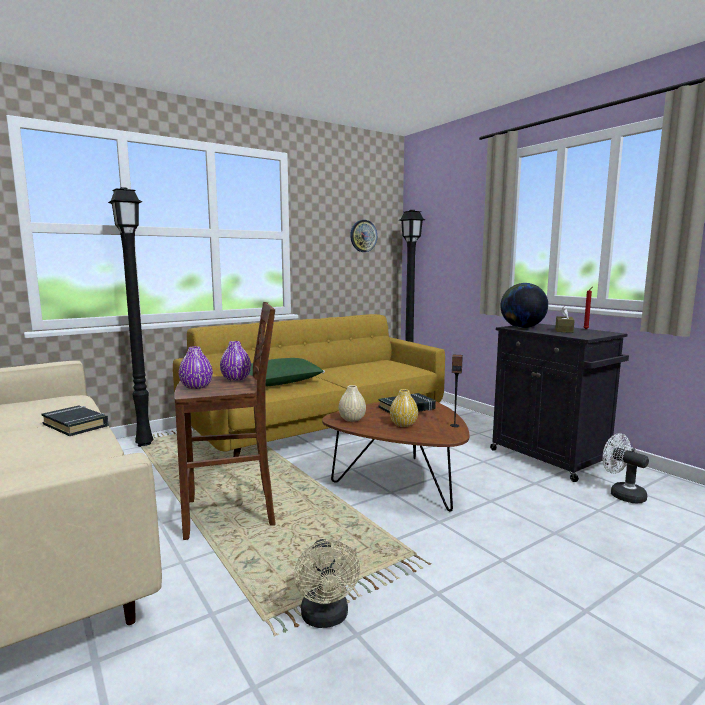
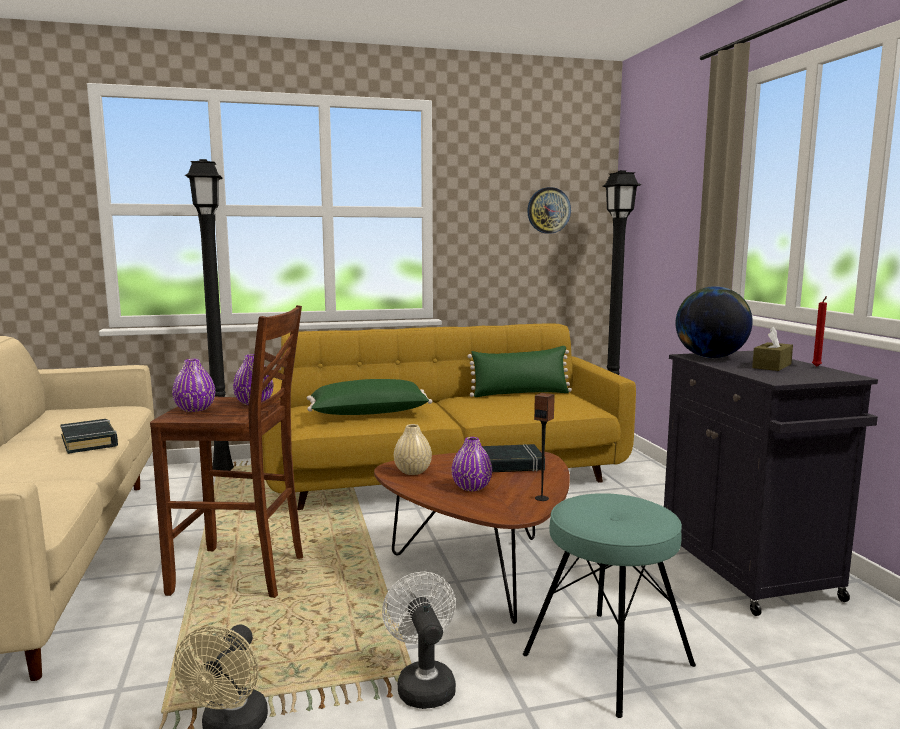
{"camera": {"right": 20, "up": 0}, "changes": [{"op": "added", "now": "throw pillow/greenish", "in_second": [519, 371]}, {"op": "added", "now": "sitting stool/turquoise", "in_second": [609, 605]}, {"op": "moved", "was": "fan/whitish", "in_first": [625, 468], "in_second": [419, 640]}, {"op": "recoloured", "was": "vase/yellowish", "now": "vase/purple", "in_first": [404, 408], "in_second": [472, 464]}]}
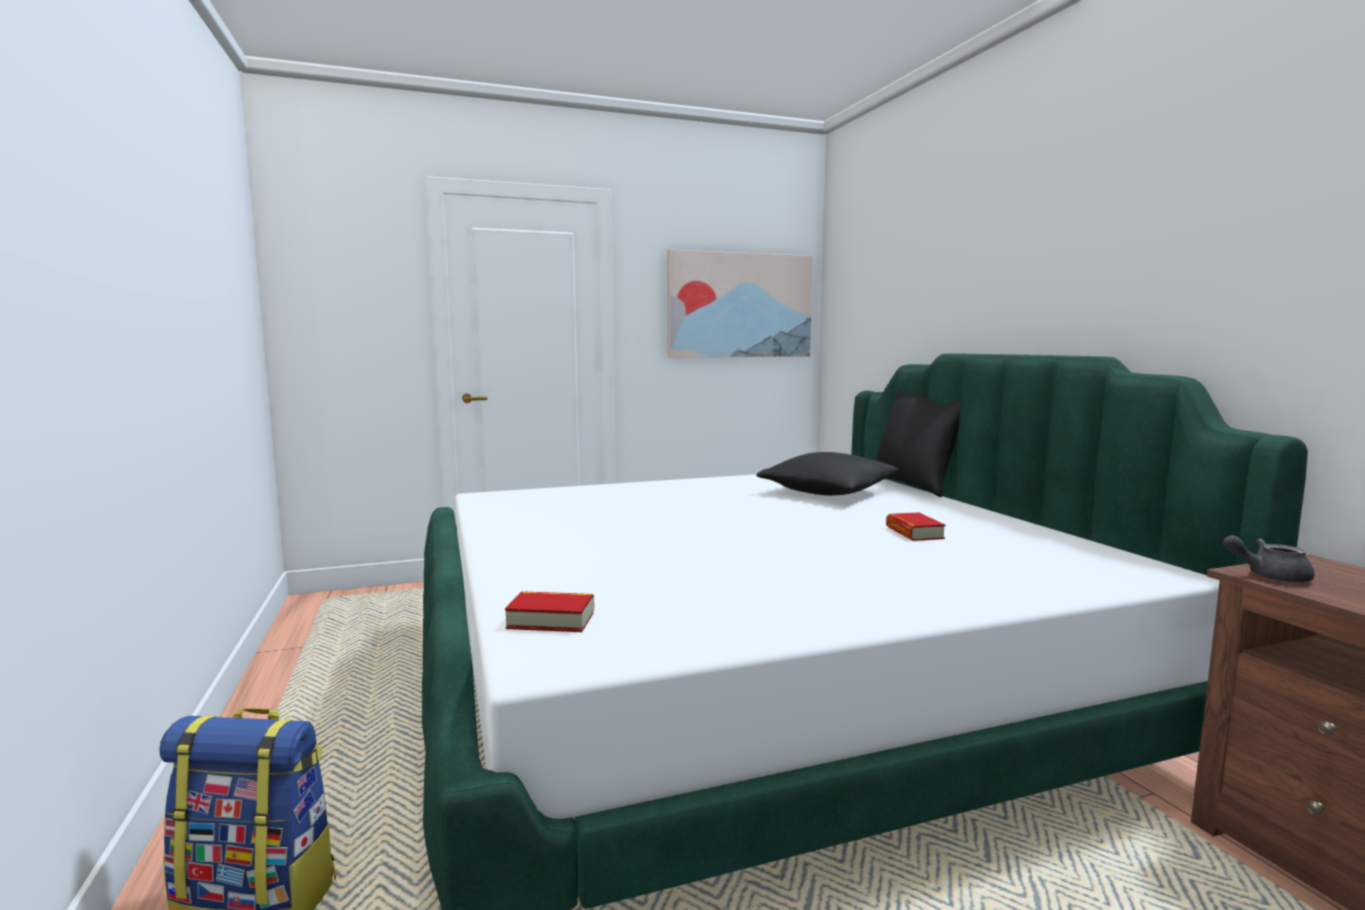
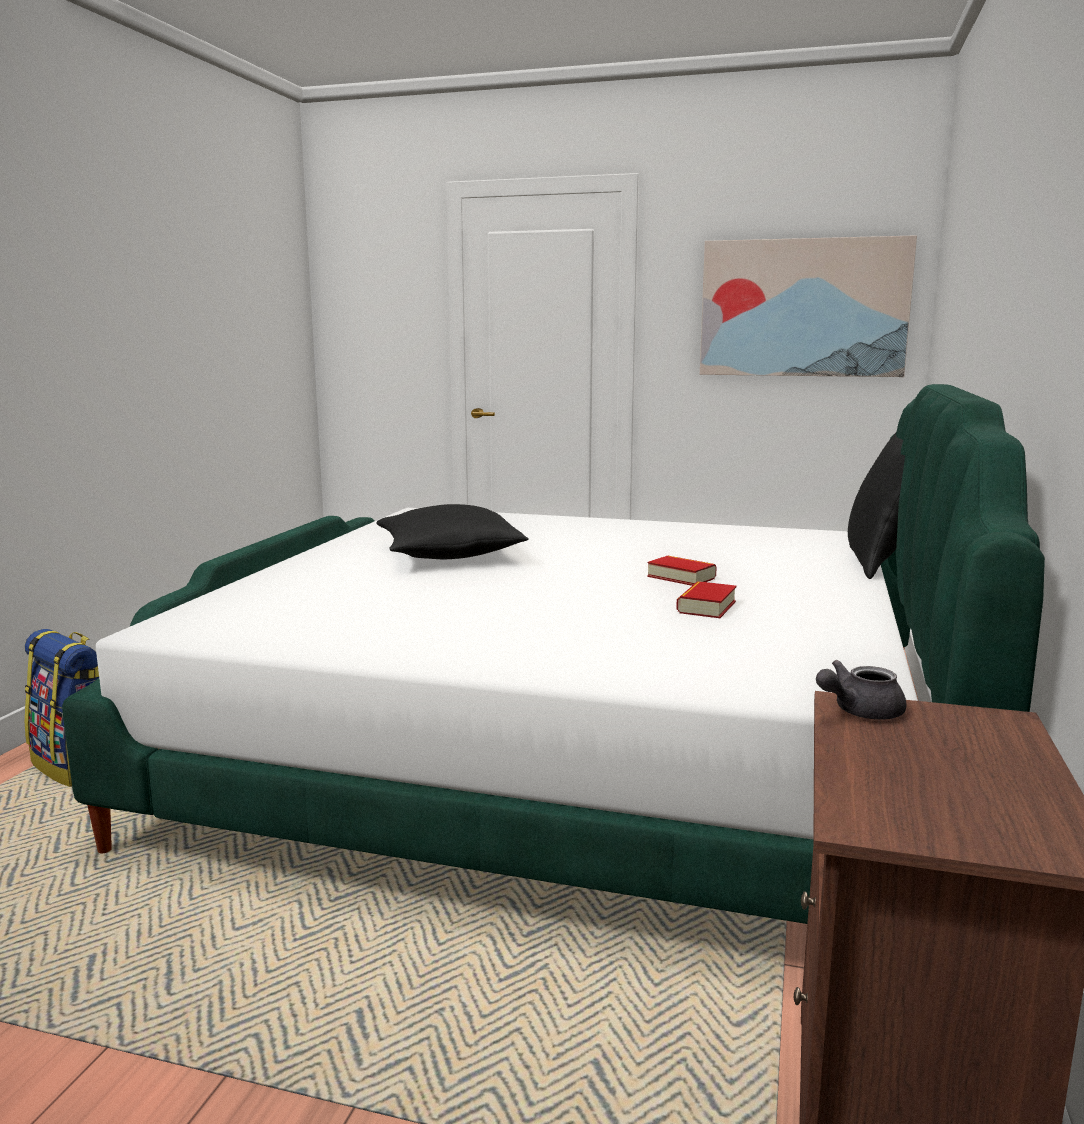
{"camera": {"right": 35, "up": 5}, "changes": [{"op": "moved", "was": "volume", "in_first": [549, 611], "in_second": [682, 571]}, {"op": "moved", "was": "throw pillow/blackish", "in_first": [828, 474], "in_second": [452, 531]}, {"op": "turned", "was": "tea pot/grey", "in_first": [1269, 559], "in_second": [861, 690], "clockwise": -75}]}
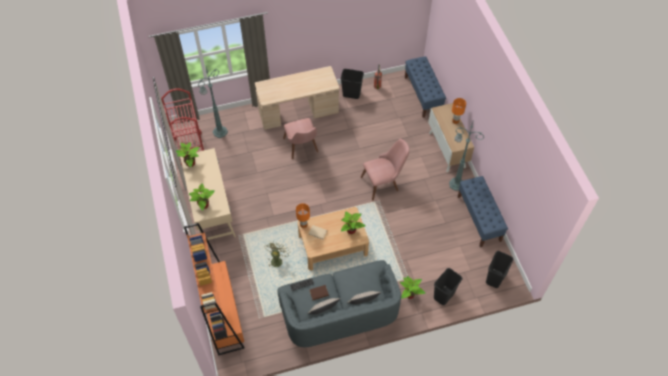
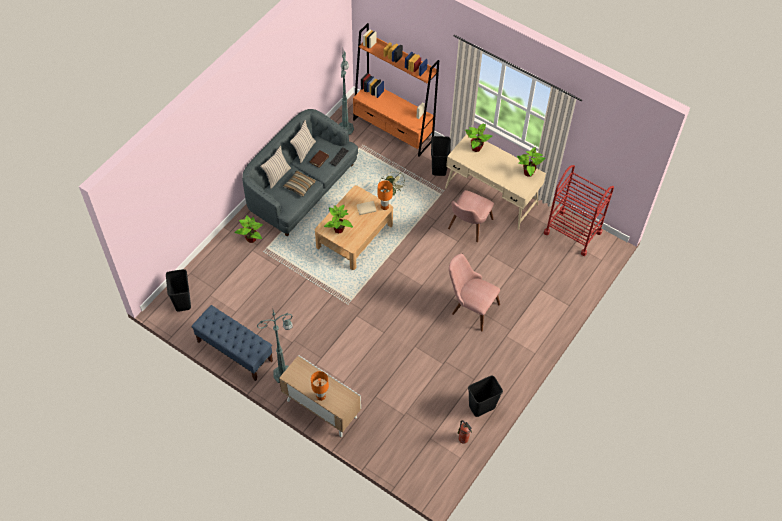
{"camera": {"right": 140, "up": 0}, "changes": [{"op": "removed", "was": "desk table/beige", "in_first": [297, 98]}, {"op": "removed", "was": "bench/blue", "in_first": [425, 87]}, {"op": "added", "now": "throw pillow", "in_second": [299, 183]}, {"op": "moved", "was": "standard lamp/greenish", "in_first": [213, 102], "in_second": [346, 93]}, {"op": "moved", "was": "upright chair/pink", "in_first": [385, 170], "in_second": [471, 216]}, {"op": "moved", "was": "waste bin/blackish", "in_first": [448, 286], "in_second": [441, 156]}]}
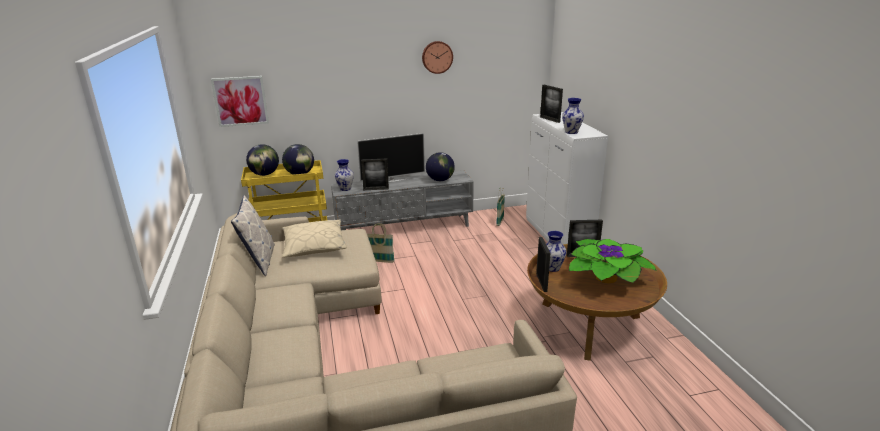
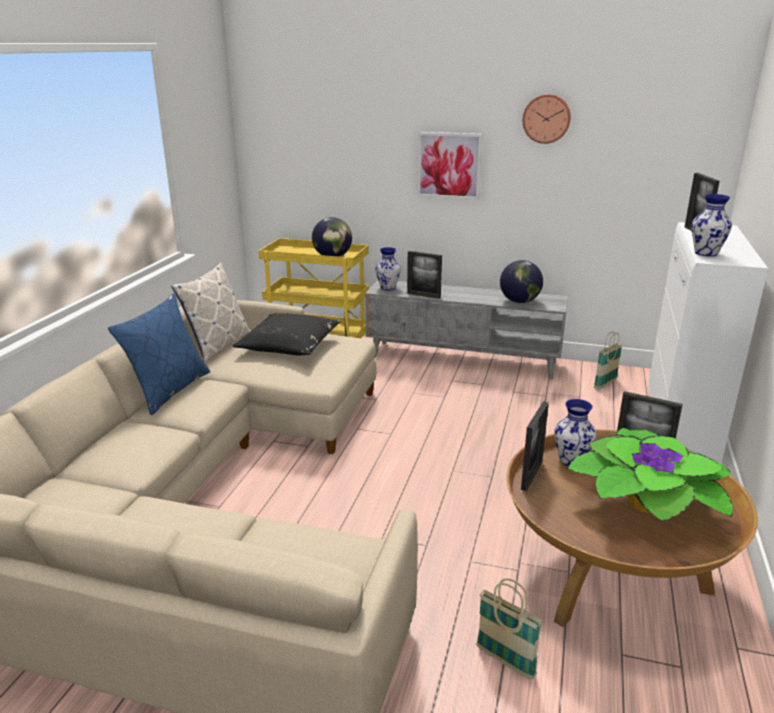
{"camera": {"right": 30, "up": 0}, "changes": [{"op": "removed", "was": "globe", "in_first": [262, 160]}, {"op": "removed", "was": "TV", "in_first": [391, 158]}, {"op": "added", "now": "throw pillow/blue", "in_second": [159, 354]}, {"op": "moved", "was": "picture", "in_first": [240, 101], "in_second": [450, 166]}, {"op": "moved", "was": "storage basket", "in_first": [381, 243], "in_second": [509, 629]}, {"op": "recoloured", "was": "throw pillow/beige", "now": "throw pillow/blackish", "in_first": [314, 238], "in_second": [286, 334]}]}
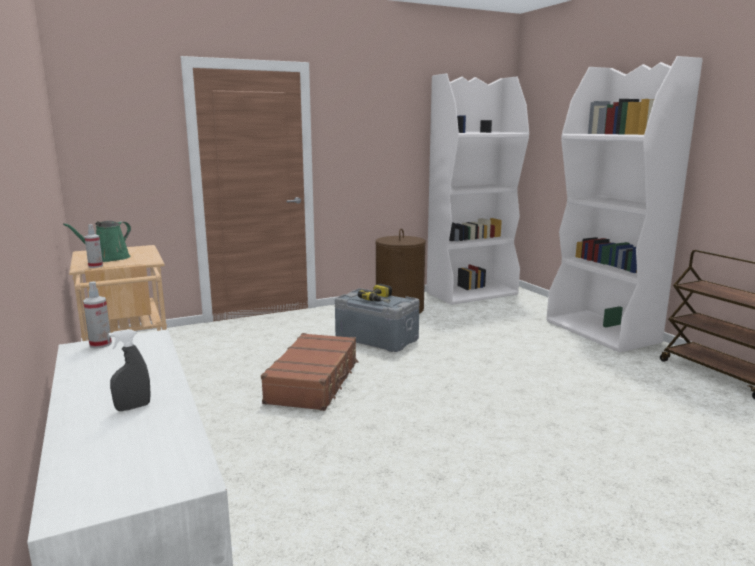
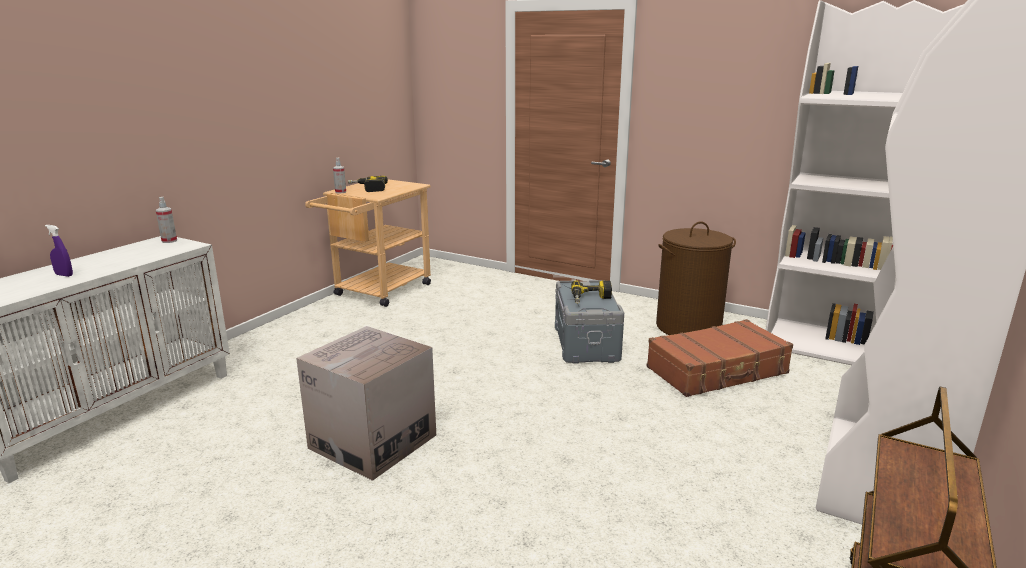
{"camera": {"right": 55, "up": 5}, "changes": [{"op": "added", "now": "carton", "in_second": [366, 403]}, {"op": "moved", "was": "travel case/brown", "in_first": [309, 372], "in_second": [720, 358]}, {"op": "replaced", "was": "watering pot/greenish", "now": "electric drill", "in_first": [97, 241], "in_second": [368, 184]}, {"op": "recoloured", "was": "sprayer/grey", "now": "sprayer/purple", "in_first": [130, 370], "in_second": [59, 251]}]}
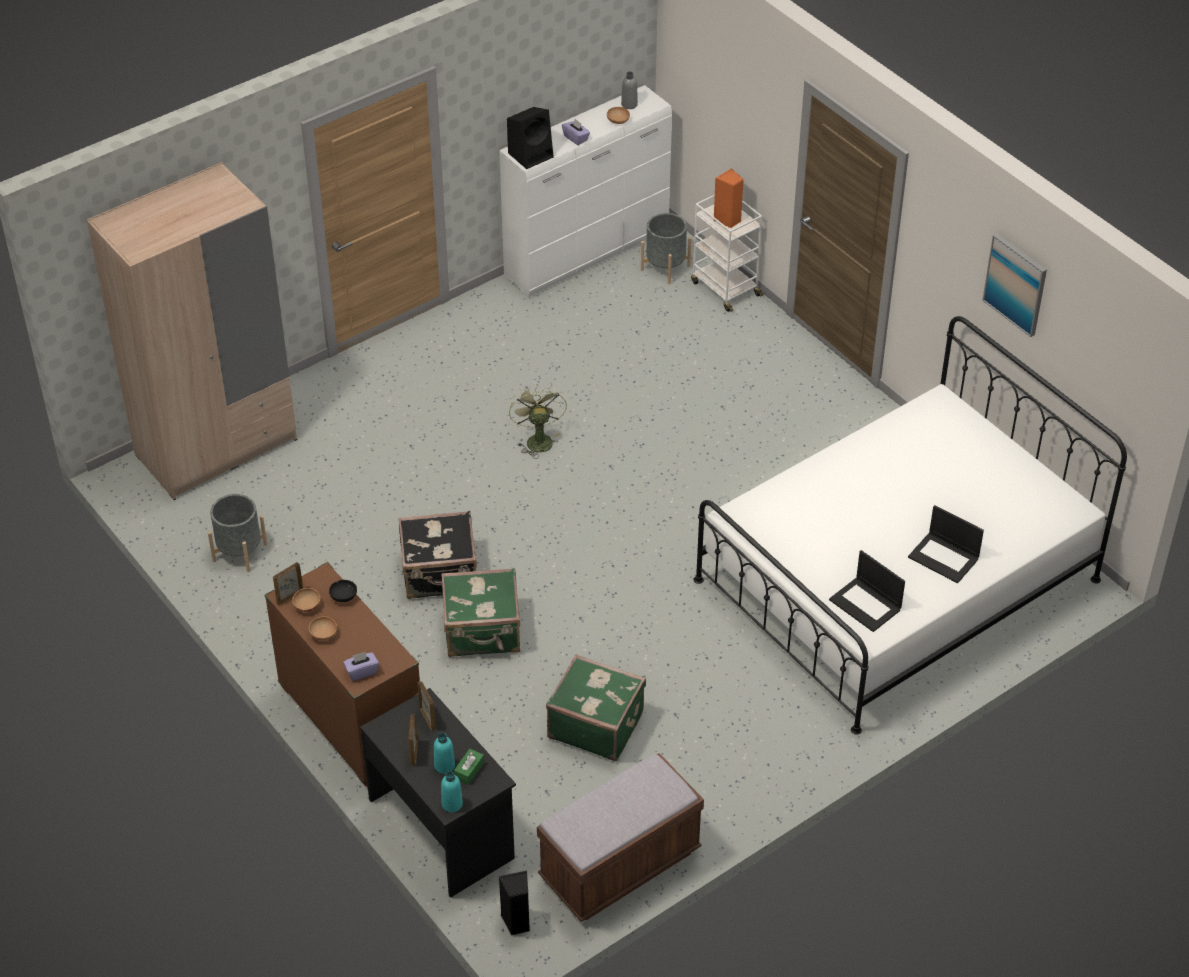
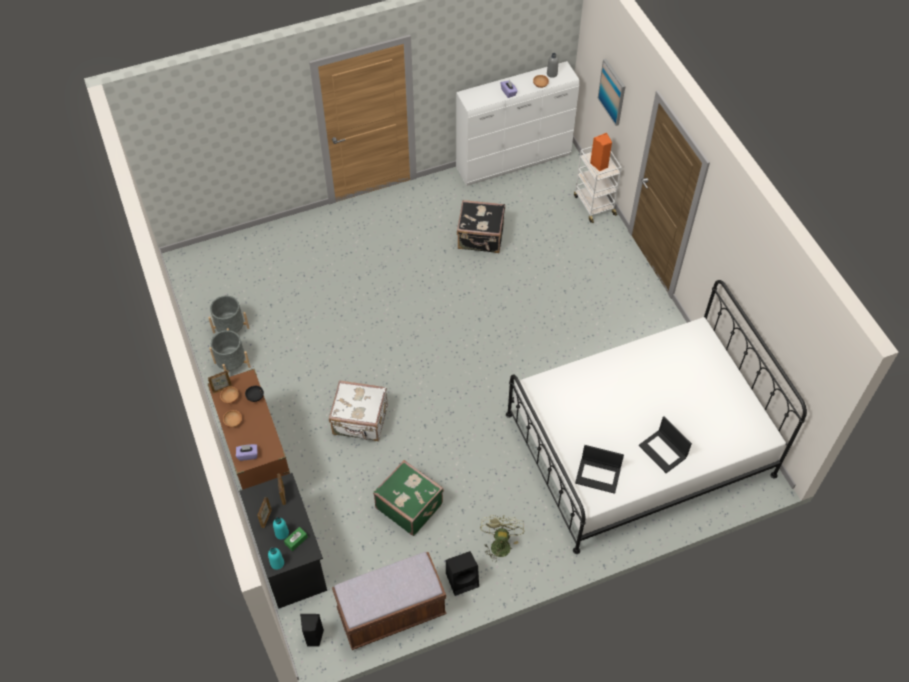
{"camera": {"right": 15, "up": 10}, "changes": [{"op": "removed", "was": "clothes cupboard/beige", "in_first": [192, 331]}, {"op": "moved", "was": "travel case/blackish", "in_first": [437, 555], "in_second": [481, 226]}, {"op": "moved", "was": "speaker/blackish", "in_first": [530, 138], "in_second": [462, 573]}, {"op": "moved", "was": "fan/greenish", "in_first": [538, 421], "in_second": [502, 538]}, {"op": "moved", "was": "flower pot/grey", "in_first": [666, 248], "in_second": [230, 351]}, {"op": "moved", "was": "picture", "in_first": [1014, 285], "in_second": [611, 92]}, {"op": "recoloured", "was": "travel case/greenish", "now": "travel case/whitish", "in_first": [480, 612], "in_second": [358, 410]}, {"op": "turned", "was": "laptop", "in_first": [867, 591], "in_second": [599, 469], "clockwise": -45}]}
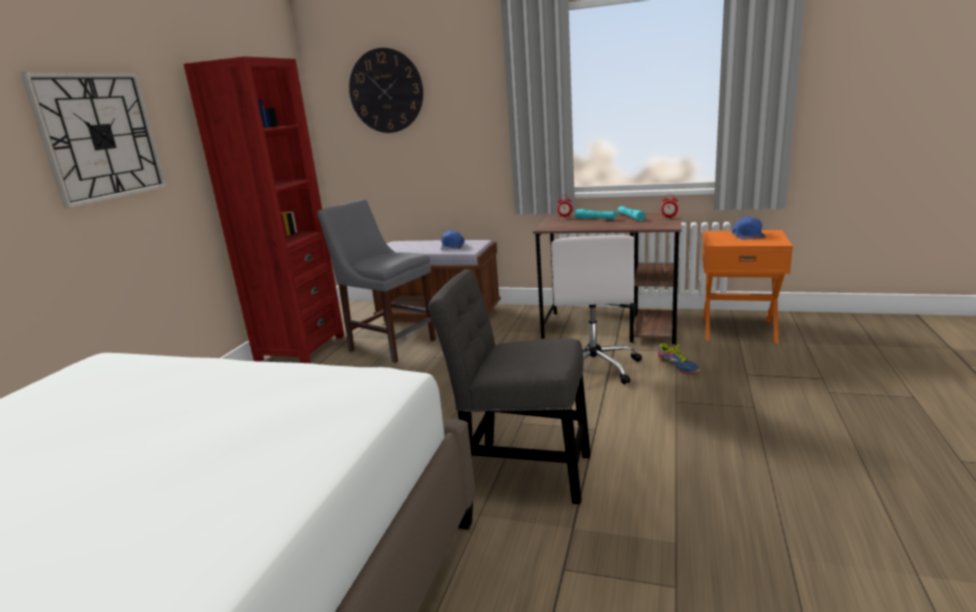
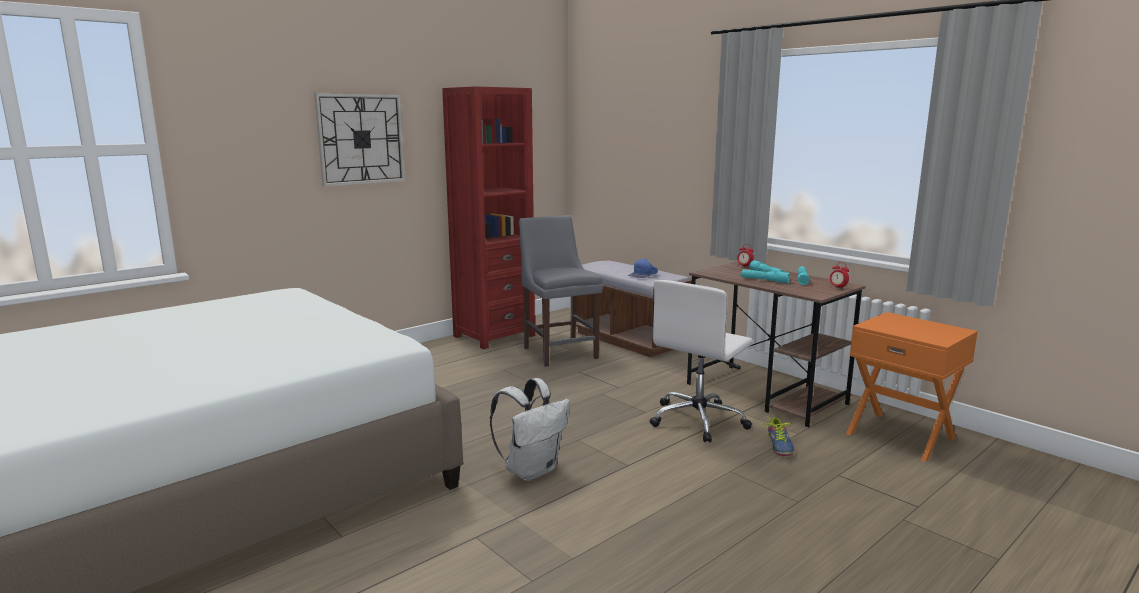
{"camera": {"right": 30, "up": -5}, "changes": [{"op": "removed", "was": "clock on the wall", "in_first": [386, 90]}, {"op": "removed", "was": "baseball cap/blue", "in_first": [749, 228]}, {"op": "added", "now": "torch/turquoise", "in_second": [765, 276]}, {"op": "replaced", "was": "upright chair/grey", "now": "backpack/whitish", "in_first": [509, 386], "in_second": [530, 429]}]}
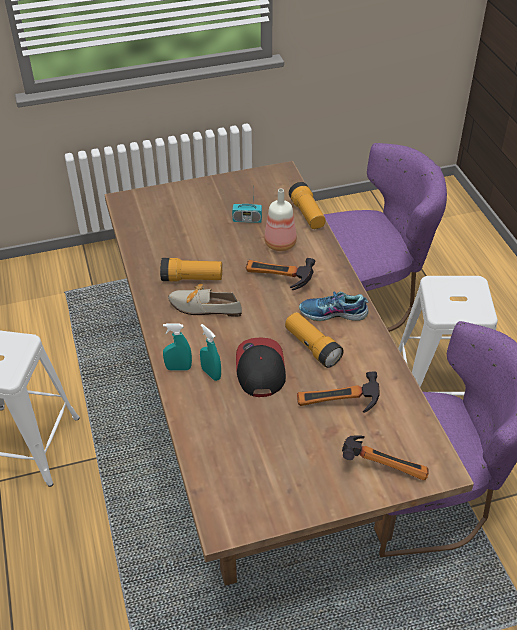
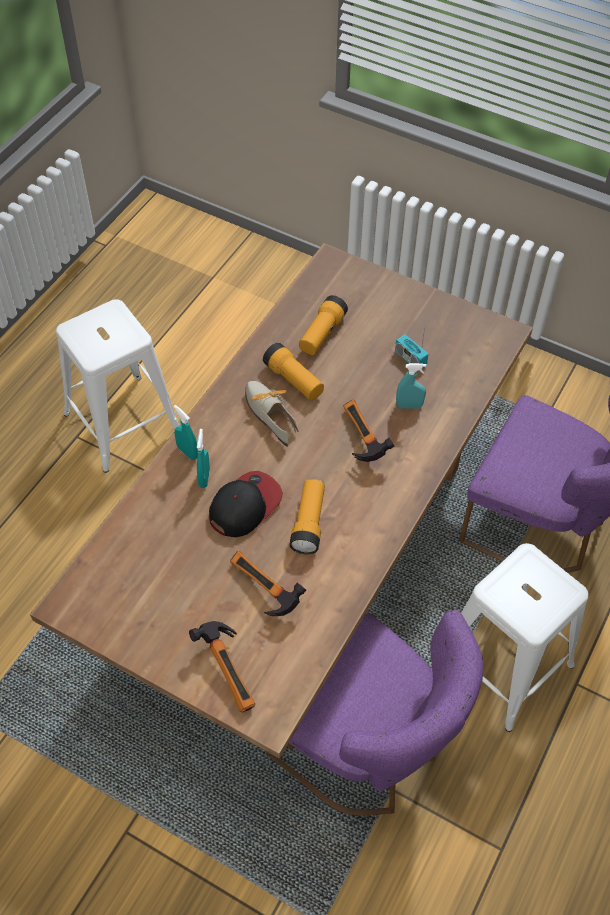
{"camera": {"right": 45, "up": 10}, "changes": [{"op": "removed", "was": "shoe", "in_first": [334, 306]}, {"op": "moved", "was": "torch", "in_first": [307, 205], "in_second": [323, 325]}, {"op": "replaced", "was": "bottle", "now": "sprayer/turquoise", "in_first": [280, 220], "in_second": [411, 386]}]}
